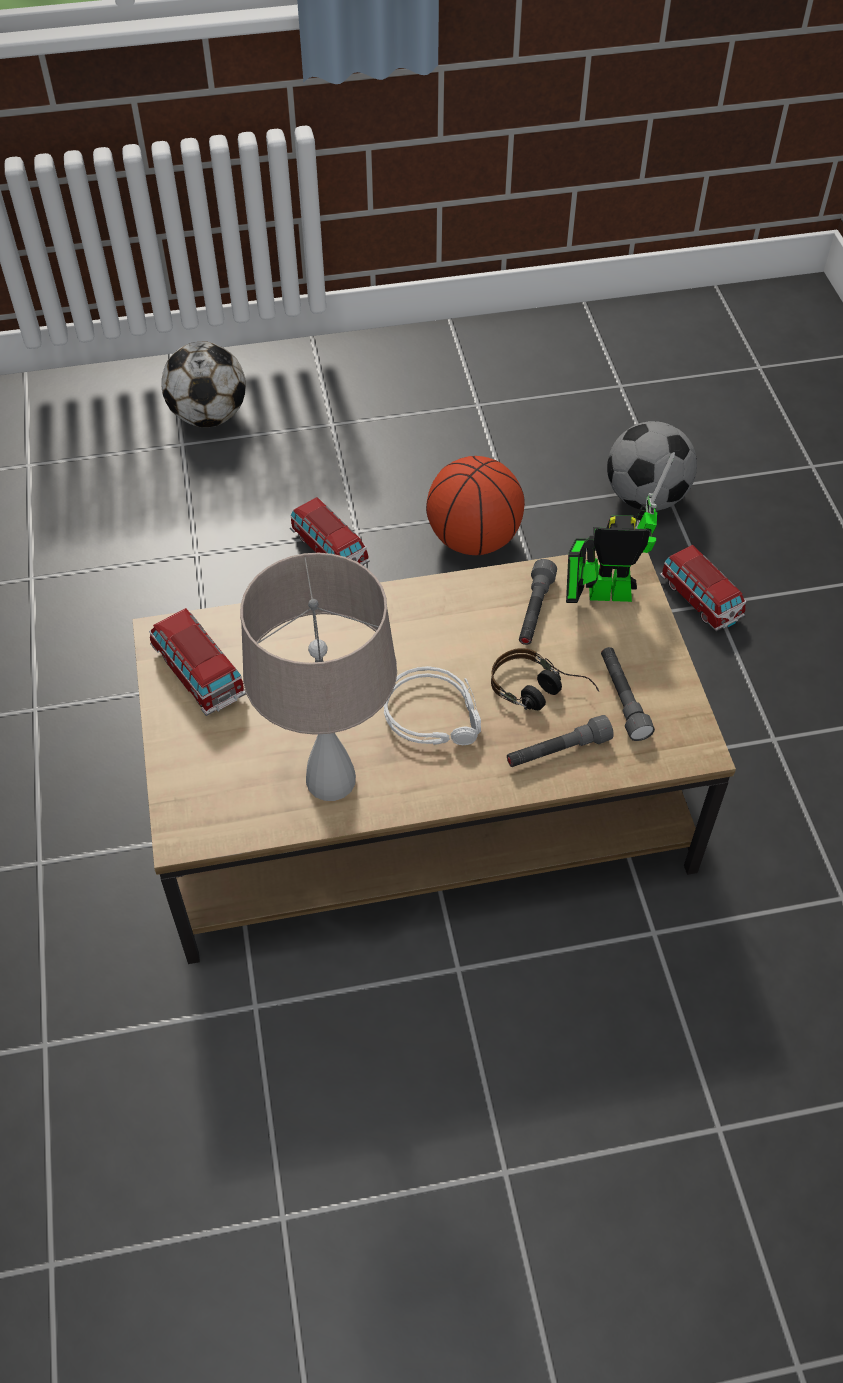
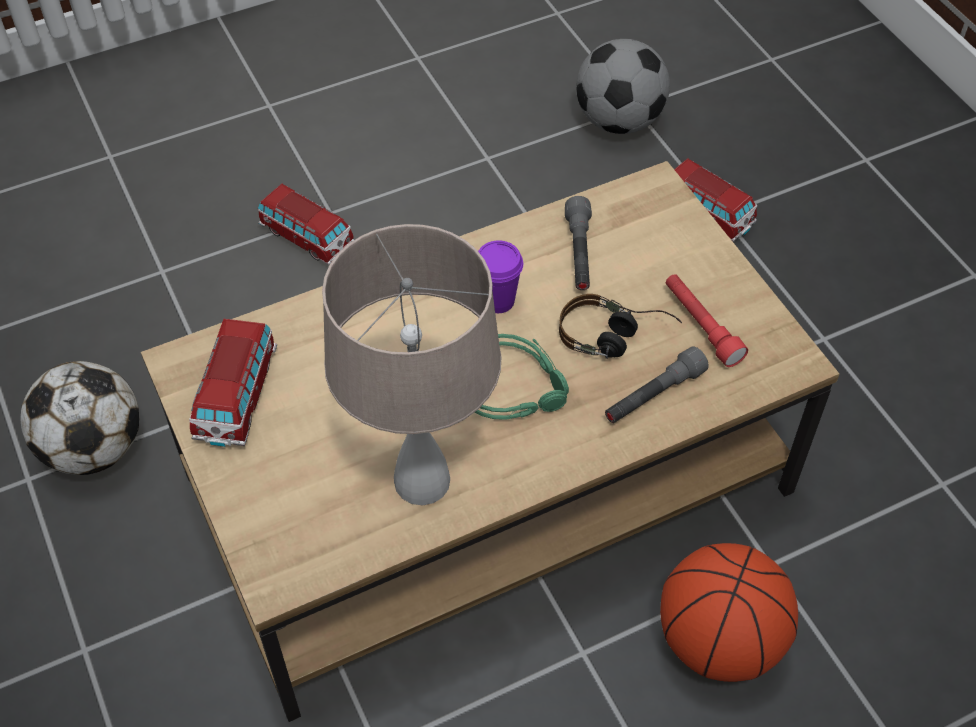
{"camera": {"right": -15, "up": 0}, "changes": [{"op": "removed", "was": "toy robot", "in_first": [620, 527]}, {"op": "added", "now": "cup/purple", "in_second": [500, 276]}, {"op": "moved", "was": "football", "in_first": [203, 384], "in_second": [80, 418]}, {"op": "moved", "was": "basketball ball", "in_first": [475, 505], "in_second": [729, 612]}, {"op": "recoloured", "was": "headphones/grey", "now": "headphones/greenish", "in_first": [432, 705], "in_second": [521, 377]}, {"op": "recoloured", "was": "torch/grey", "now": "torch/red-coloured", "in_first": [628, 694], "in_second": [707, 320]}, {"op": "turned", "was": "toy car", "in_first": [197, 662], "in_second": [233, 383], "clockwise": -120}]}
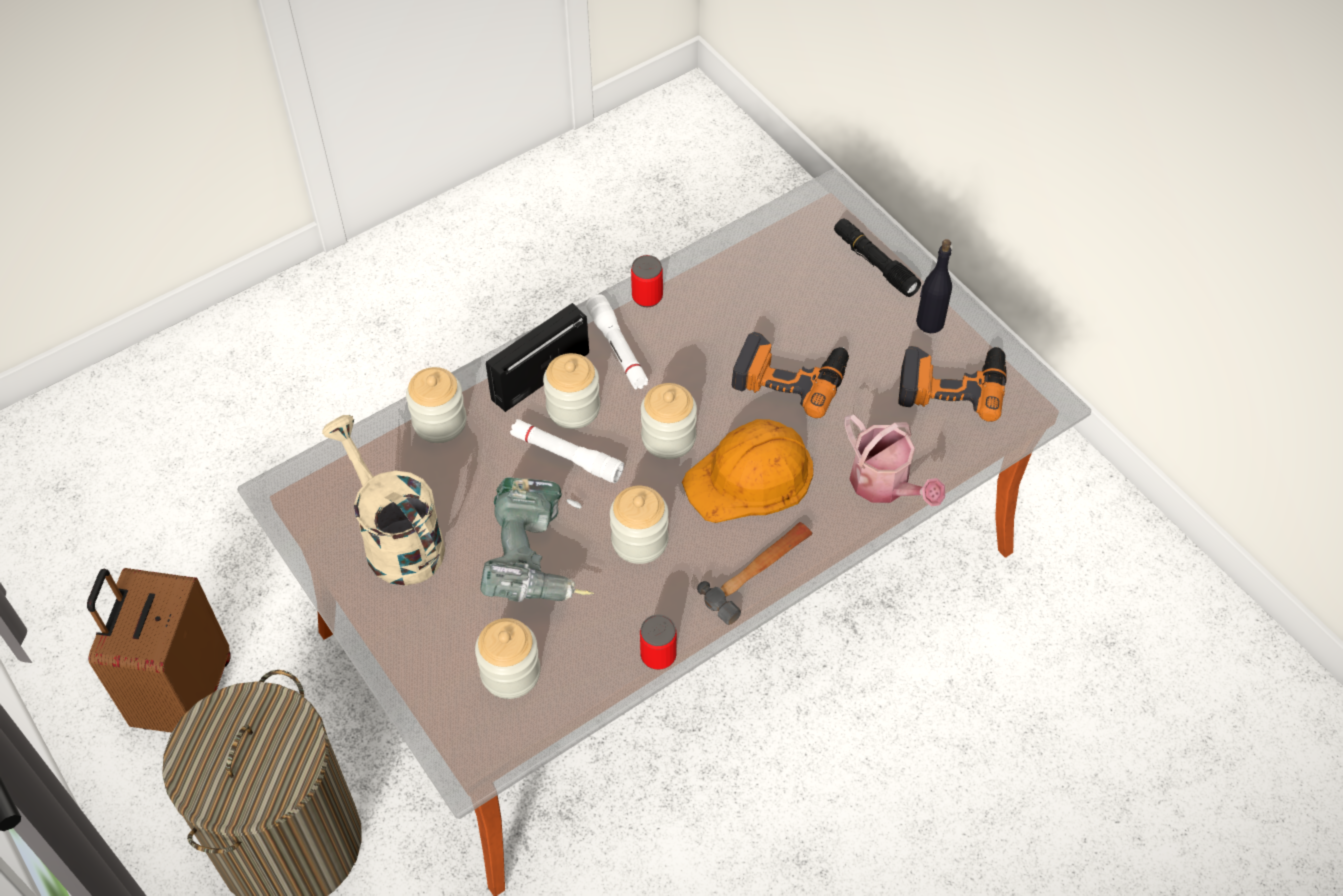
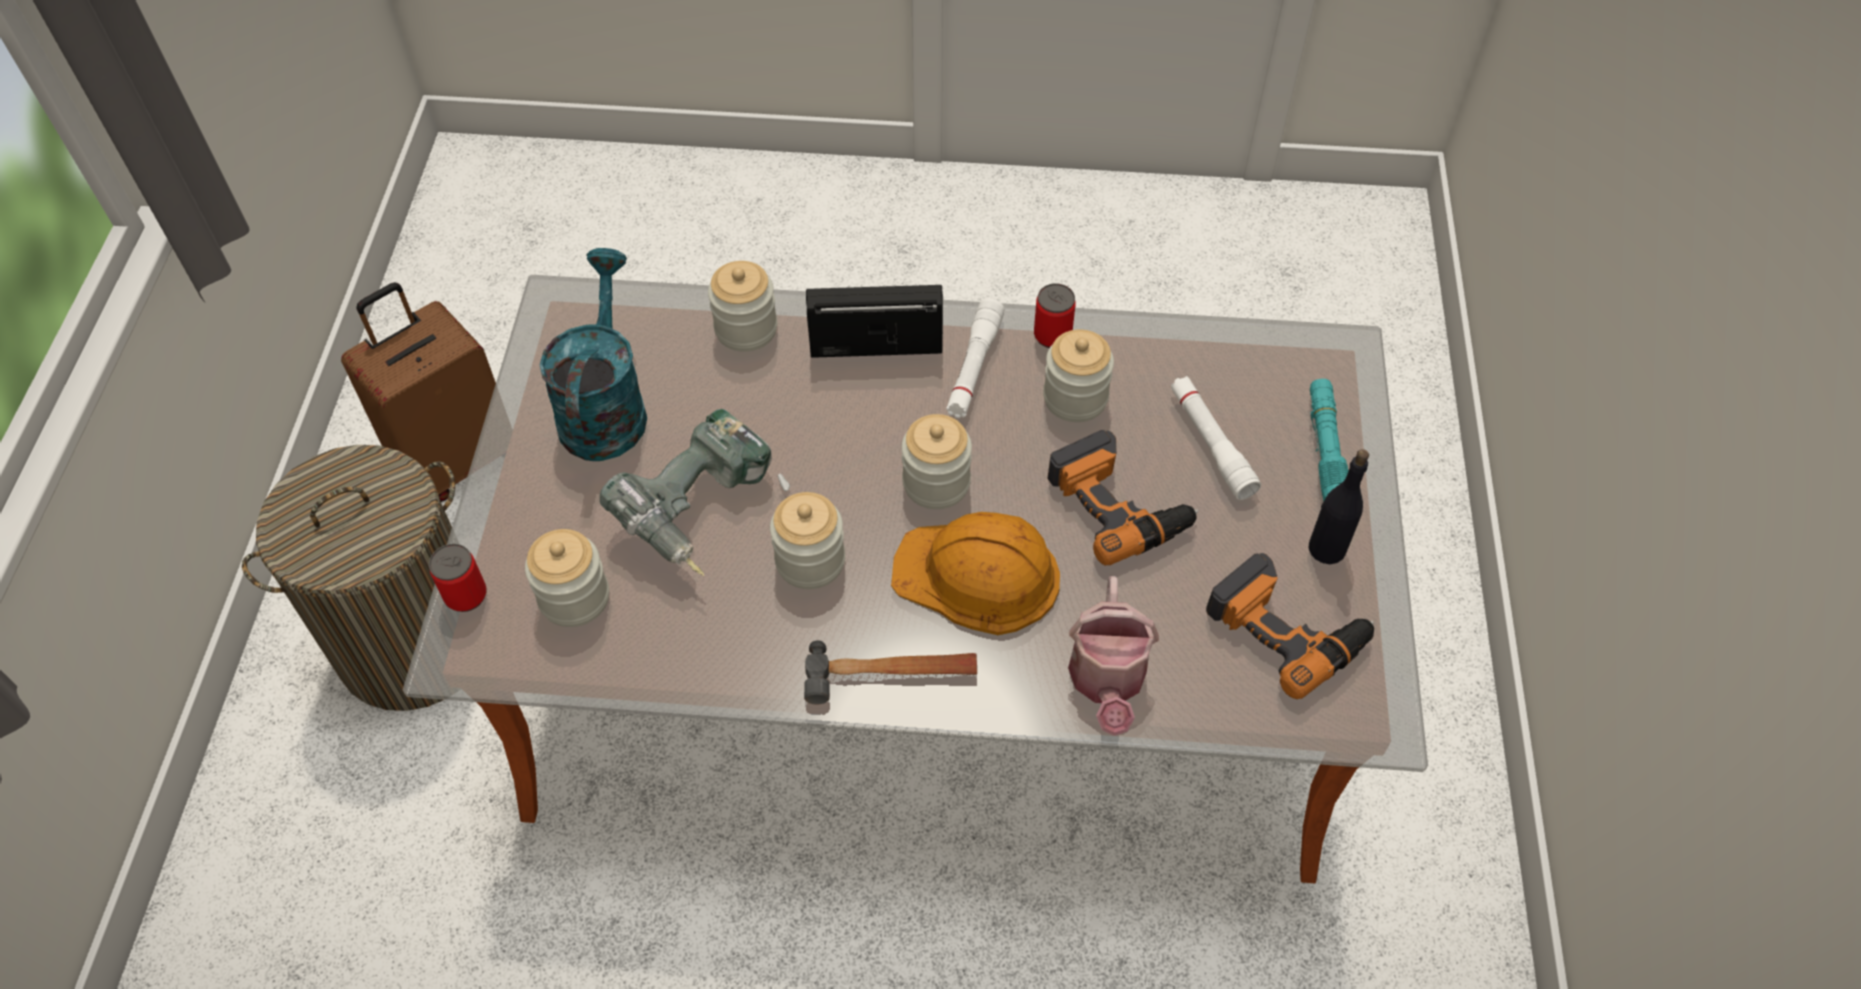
{"camera": {"right": 40, "up": 0}, "changes": [{"op": "moved", "was": "torch/whitish", "in_first": [567, 451], "in_second": [1216, 438]}, {"op": "moved", "was": "jar", "in_first": [571, 391], "in_second": [1078, 375]}, {"op": "moved", "was": "can", "in_first": [658, 642], "in_second": [458, 578]}, {"op": "recoloured", "was": "watering pot/beige", "now": "watering pot/turquoise", "in_first": [383, 500], "in_second": [593, 354]}, {"op": "recoloured", "was": "torch/blackish", "now": "torch/turquoise", "in_first": [877, 257], "in_second": [1329, 440]}]}
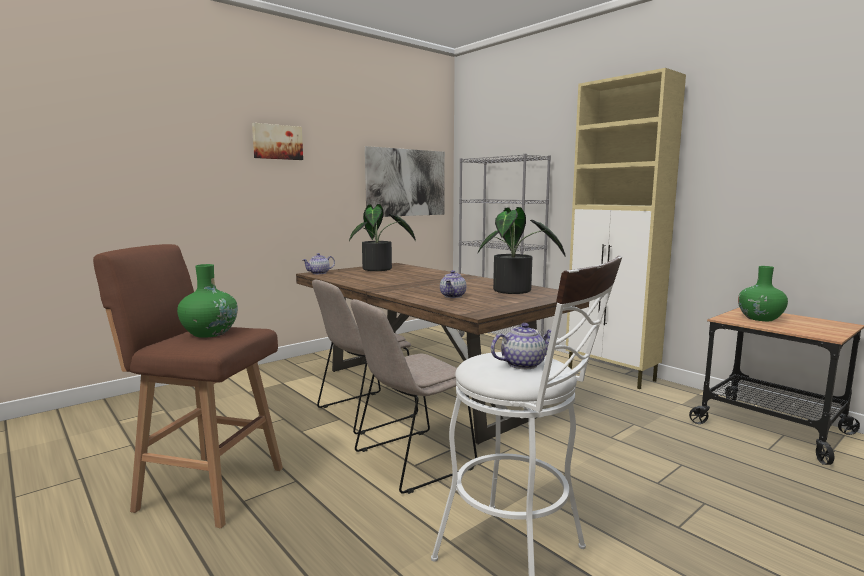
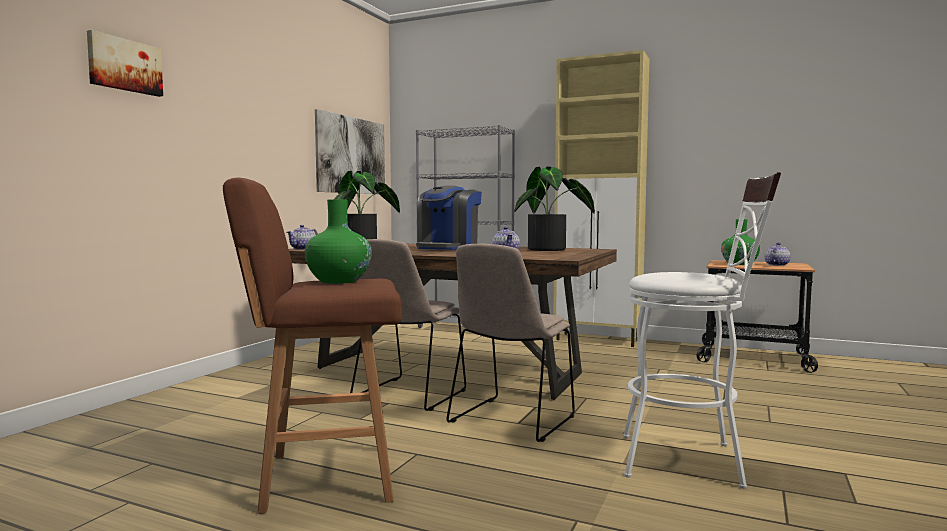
{"camera": {"right": -25, "up": -5}, "changes": [{"op": "added", "now": "coffee machine", "in_second": [449, 217]}, {"op": "moved", "was": "picture", "in_first": [277, 141], "in_second": [125, 63]}, {"op": "moved", "was": "tea pot", "in_first": [521, 346], "in_second": [778, 254]}]}
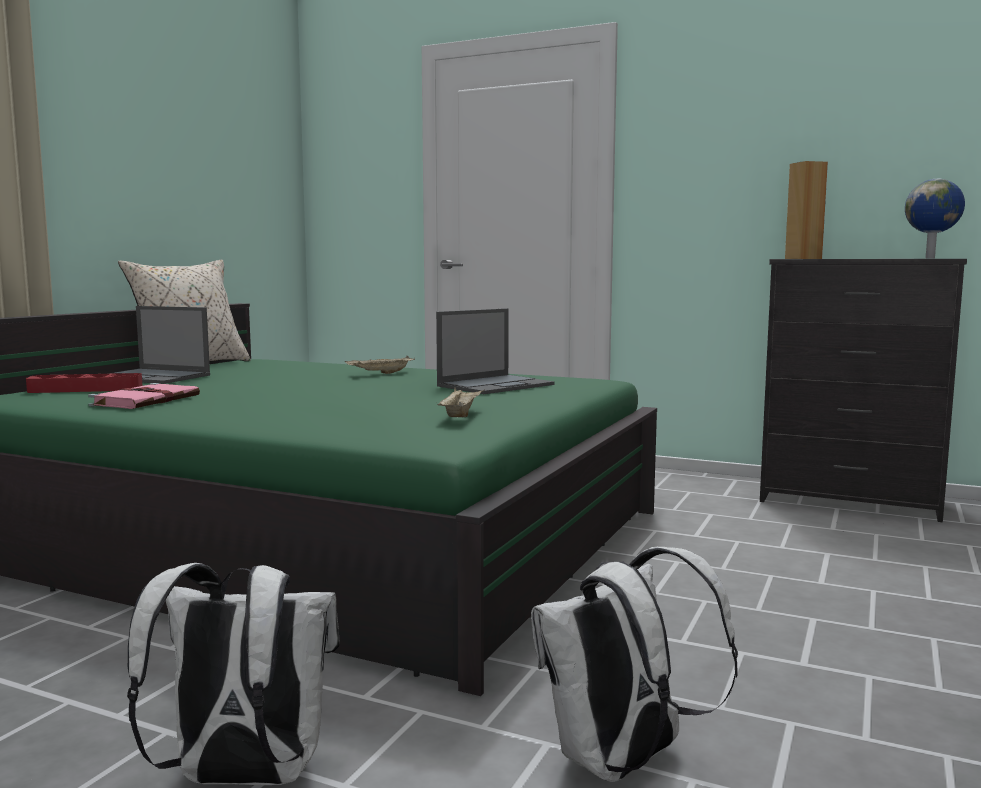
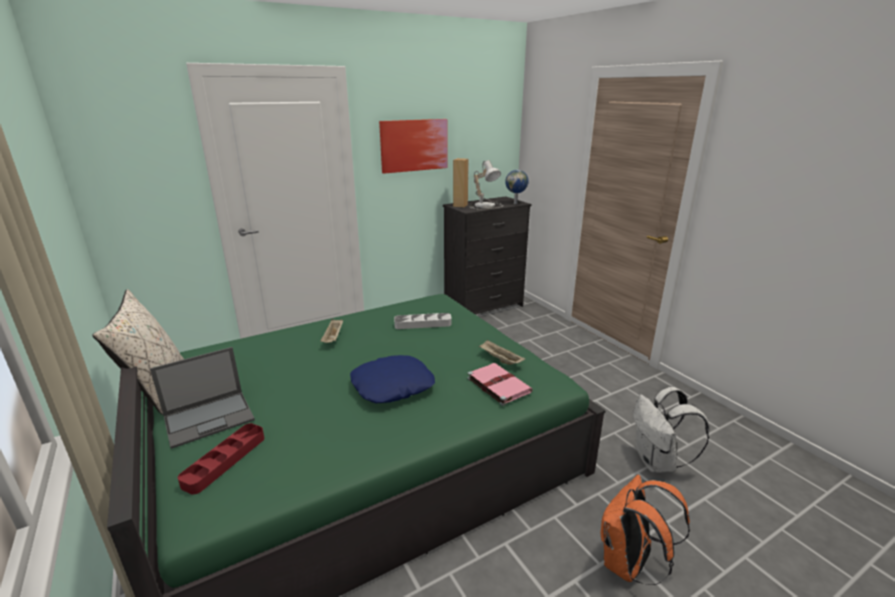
{"camera": {"right": -55, "up": 15}, "changes": [{"op": "added", "now": "throw pillow/blue", "in_second": [392, 379]}, {"op": "added", "now": "picture", "in_second": [413, 146]}, {"op": "added", "now": "tabletop lamp", "in_second": [486, 185]}, {"op": "moved", "was": "volume/pink", "in_first": [144, 396], "in_second": [499, 384]}, {"op": "replaced", "was": "laptop", "now": "carrying tray/grey", "in_first": [495, 351], "in_second": [423, 321]}, {"op": "recoloured", "was": "backpack/whitish", "now": "backpack/orangey", "in_first": [233, 674], "in_second": [645, 529]}]}
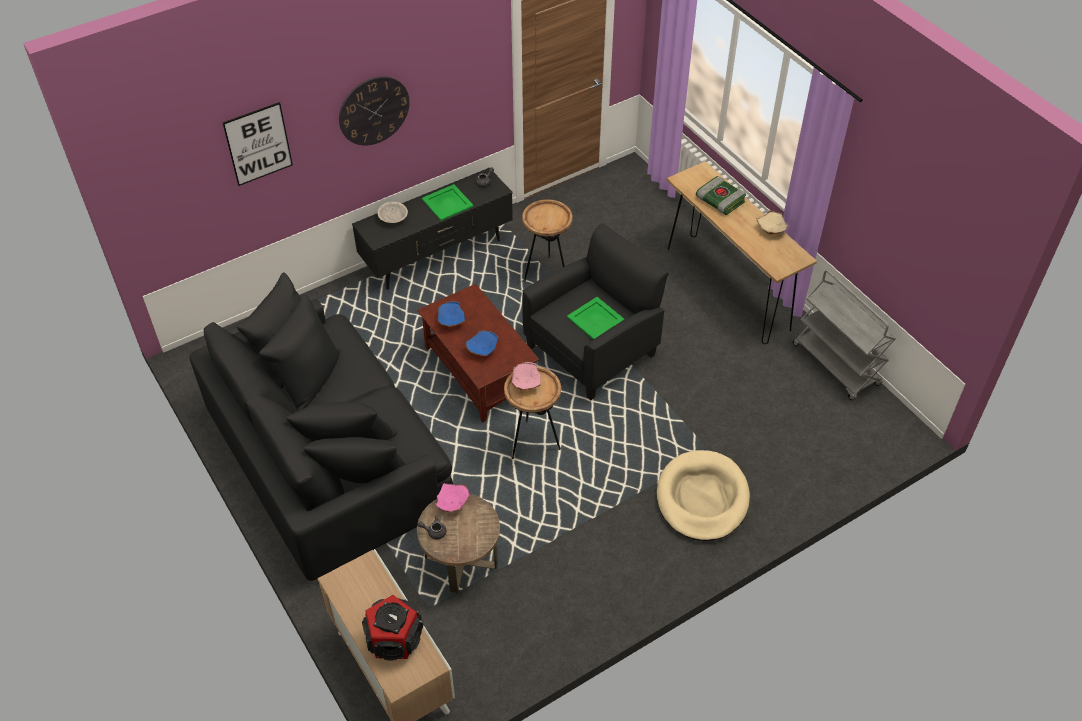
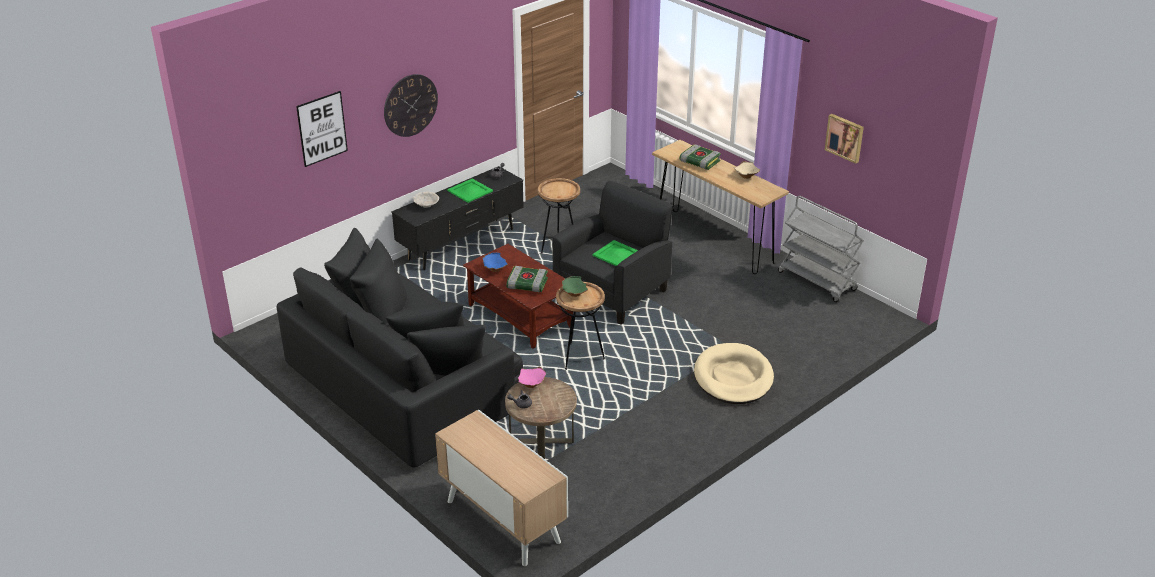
{"camera": {"right": -10, "up": -15}, "changes": [{"op": "removed", "was": "speaker", "in_first": [392, 628]}, {"op": "added", "now": "picture", "in_second": [844, 139]}, {"op": "replaced", "was": "deep dish/blue", "now": "volume", "in_first": [482, 343], "in_second": [527, 279]}, {"op": "recoloured", "was": "deep dish/pink", "now": "deep dish/greenish", "in_first": [526, 376], "in_second": [575, 286]}]}
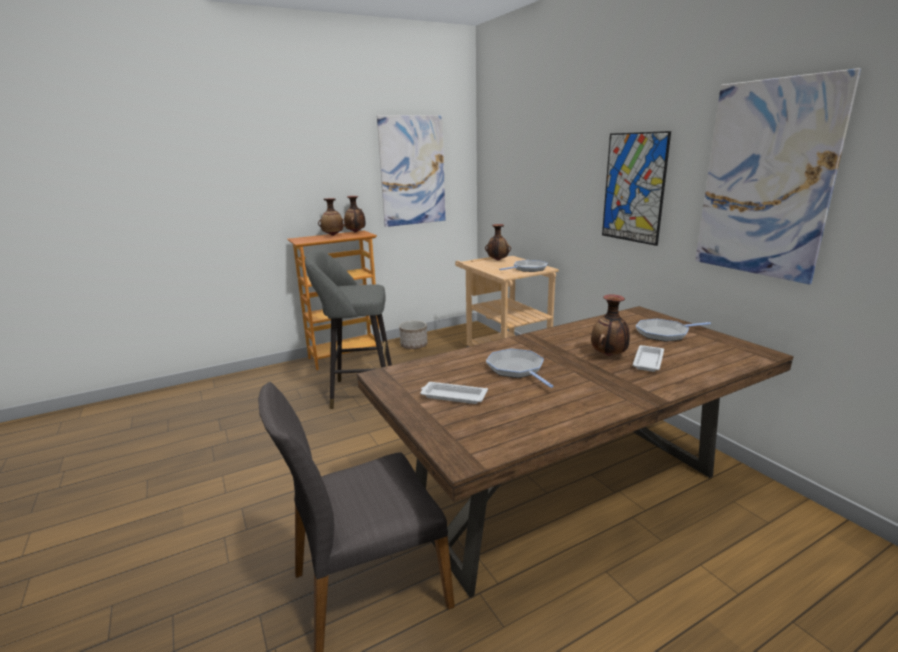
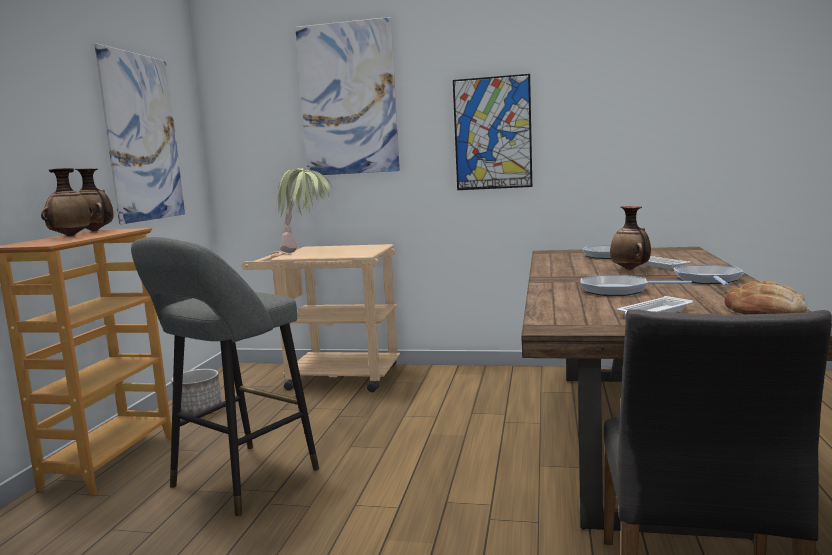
{"camera": {"right": -50, "up": -10}, "changes": [{"op": "added", "now": "bakery bread", "in_second": [766, 297]}, {"op": "moved", "was": "frying pan", "in_first": [523, 266], "in_second": [709, 275]}, {"op": "moved", "was": "picture", "in_first": [778, 176], "in_second": [347, 96]}, {"op": "replaced", "was": "vase", "now": "houseplant", "in_first": [498, 242], "in_second": [304, 210]}]}
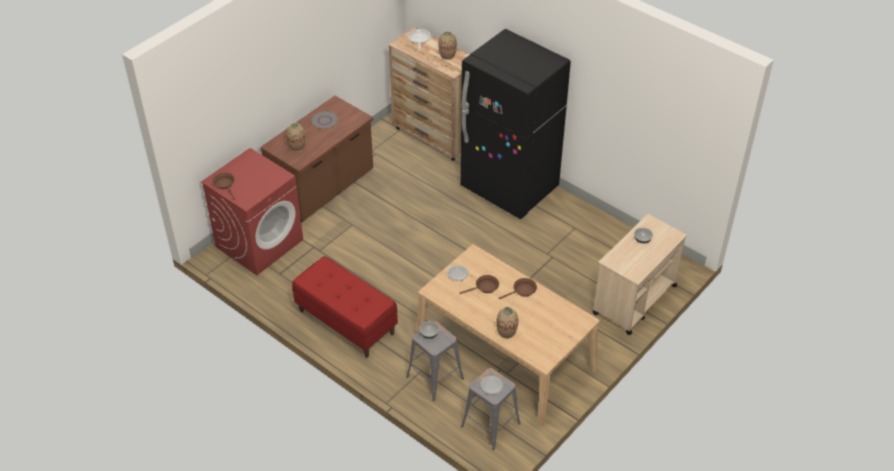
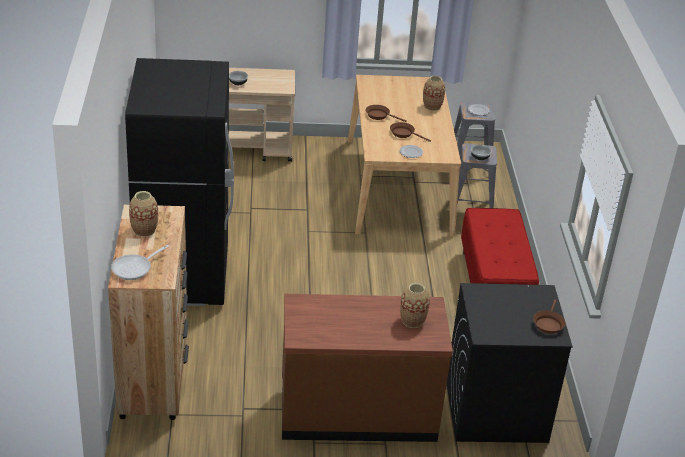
{"camera": {"right": -135, "up": -10}, "changes": [{"op": "removed", "was": "flat dish/grey", "in_first": [324, 120]}, {"op": "recoloured", "was": "laundry machine/red-coloured", "now": "laundry machine/blackish", "in_first": [252, 211], "in_second": [510, 363]}]}
